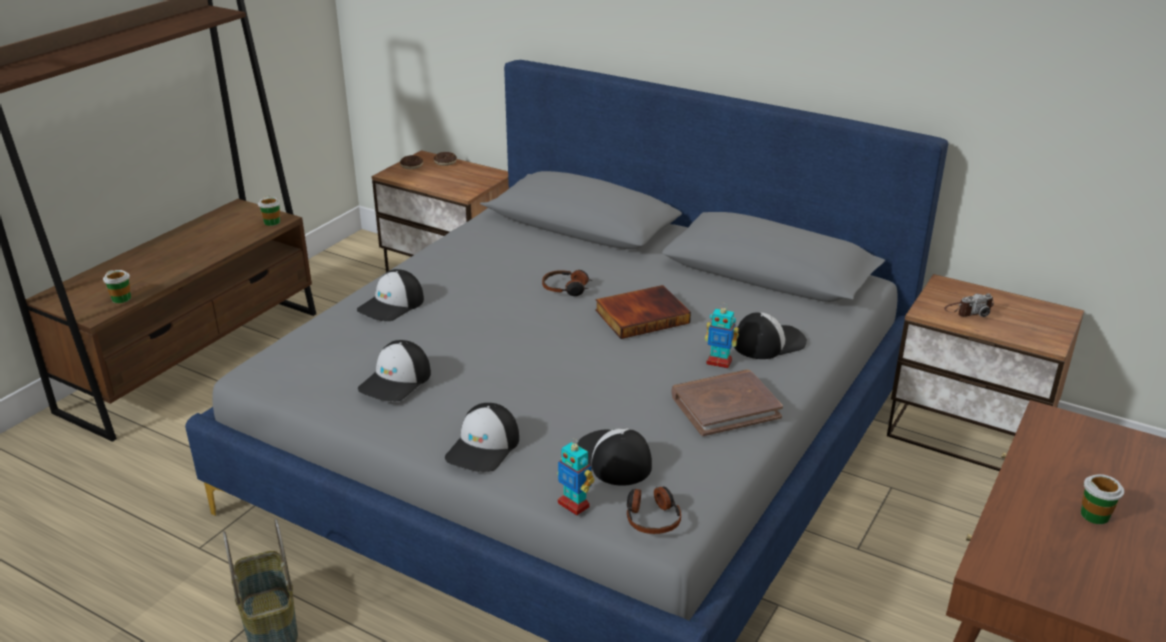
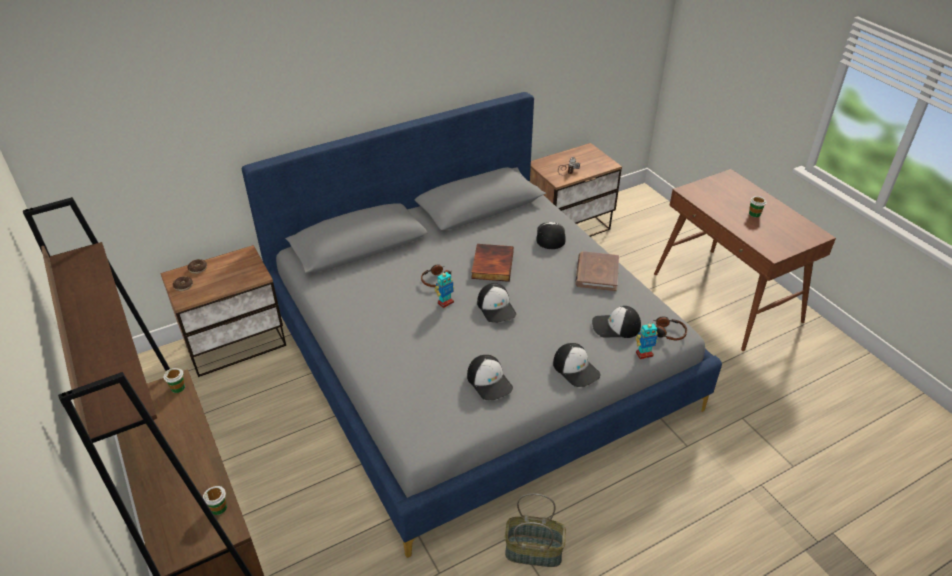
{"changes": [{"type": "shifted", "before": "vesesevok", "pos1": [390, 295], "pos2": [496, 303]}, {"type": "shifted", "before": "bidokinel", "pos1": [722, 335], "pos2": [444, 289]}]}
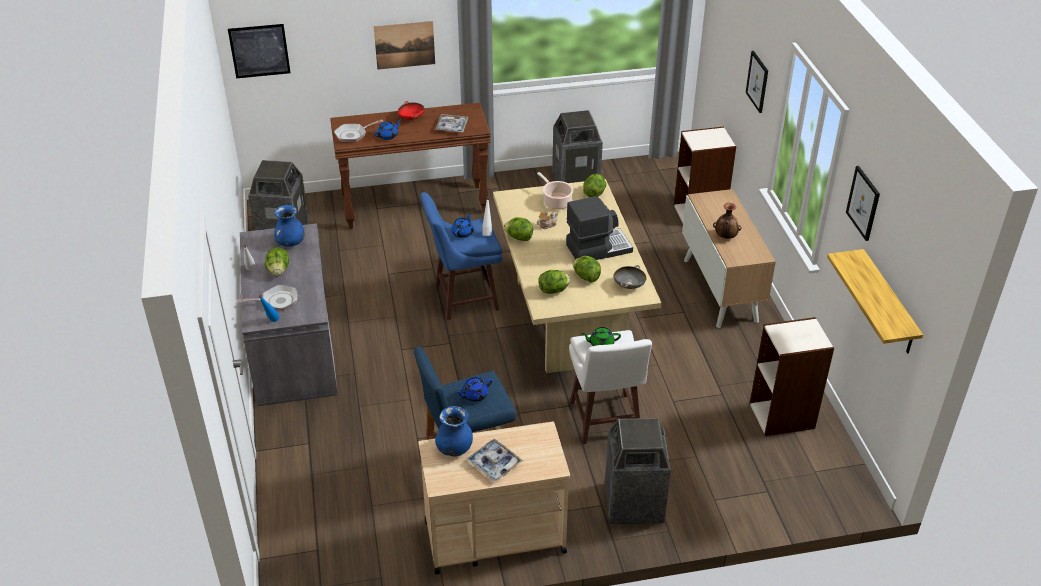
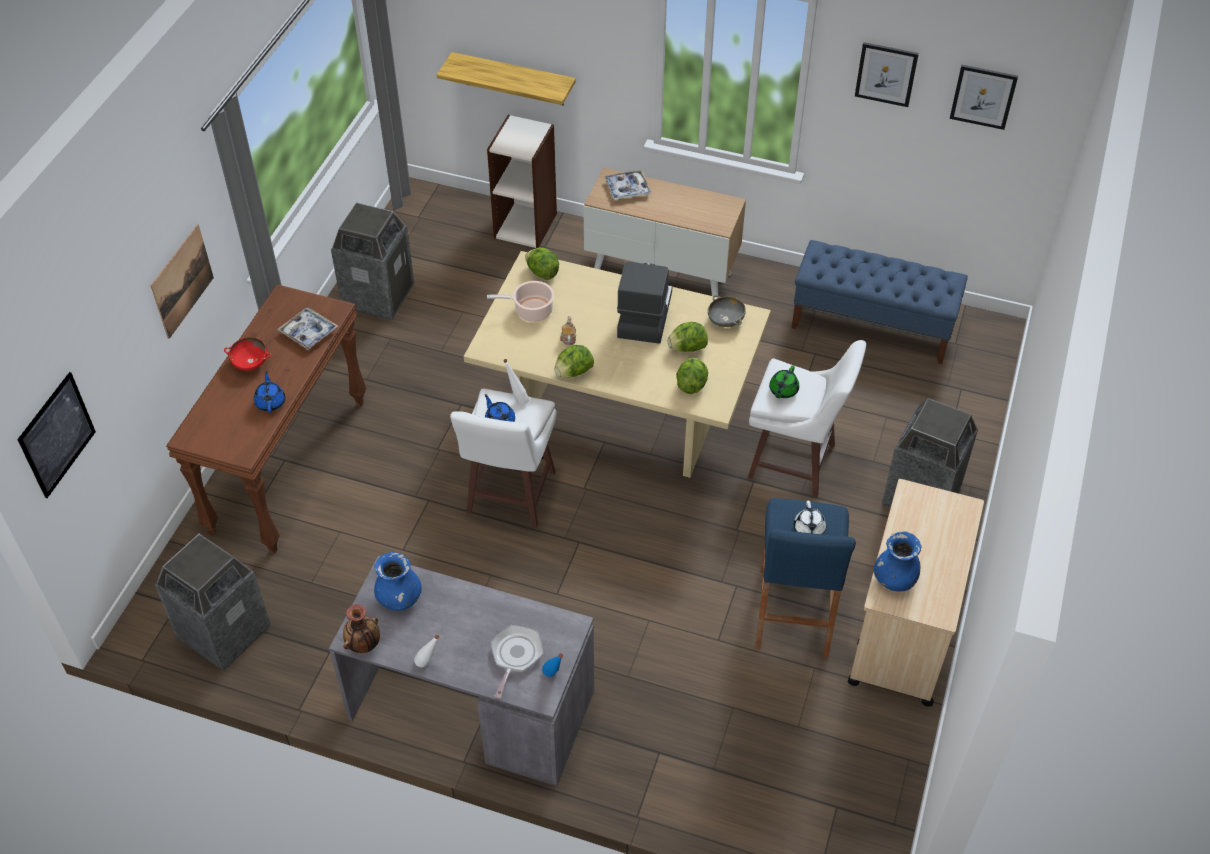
{"changes": [{"type": "shifted", "before": "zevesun", "pos1": [757, 82], "pos2": [984, 97]}, {"type": "gone", "before": "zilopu", "pos1": [358, 130]}, {"type": "repainted", "before": "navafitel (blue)", "after": "navafitel (white)", "pos1": [461, 256], "pos2": [503, 458]}, {"type": "shifted", "before": "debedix", "pos1": [727, 221], "pos2": [361, 628]}, {"type": "gone", "before": "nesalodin", "pos1": [277, 261]}, {"type": "shifted", "before": "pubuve", "pos1": [875, 301], "pos2": [506, 78]}, {"type": "swapped", "before": "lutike", "after": "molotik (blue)", "pos1": [792, 376], "pos2": [880, 302]}, {"type": "repainted", "before": "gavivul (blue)", "after": "gavivul (white)", "pos1": [473, 389], "pos2": [810, 518]}, {"type": "shifted", "before": "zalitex", "pos1": [494, 460], "pos2": [627, 185]}]}
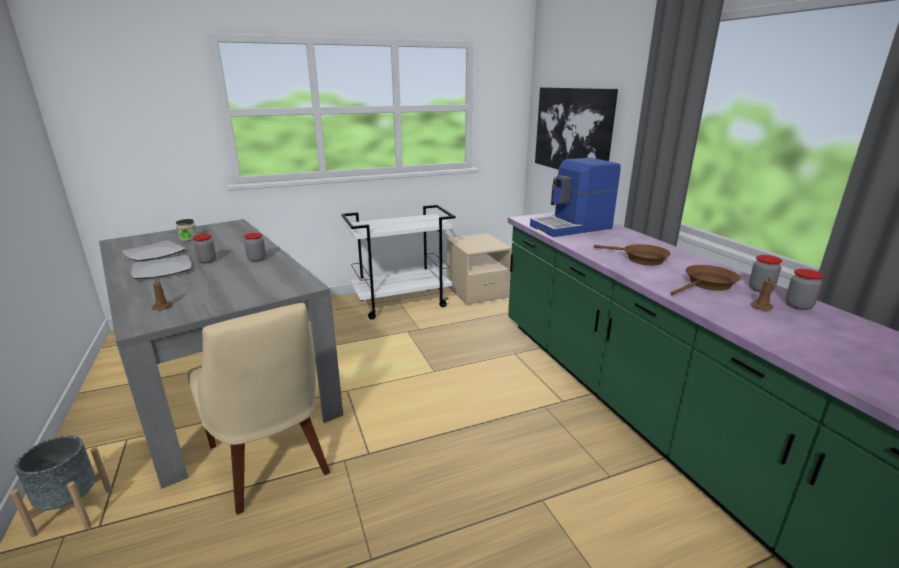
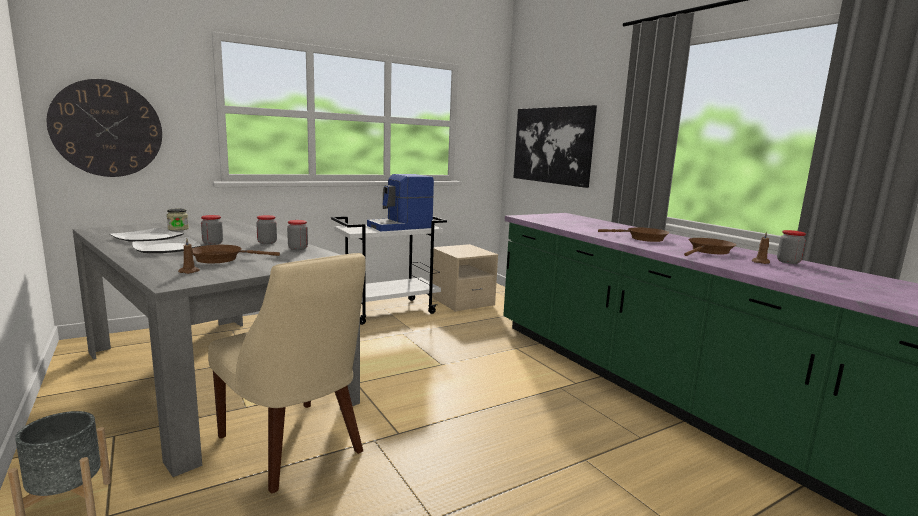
{"changes": [{"type": "shifted", "before": "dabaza", "pos1": [575, 197], "pos2": [400, 202]}, {"type": "shifted", "before": "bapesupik", "pos1": [765, 273], "pos2": [297, 235]}, {"type": "new", "after": "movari", "pos2": [104, 128]}, {"type": "new", "after": "zilopu (brown)", "pos2": [236, 254]}]}
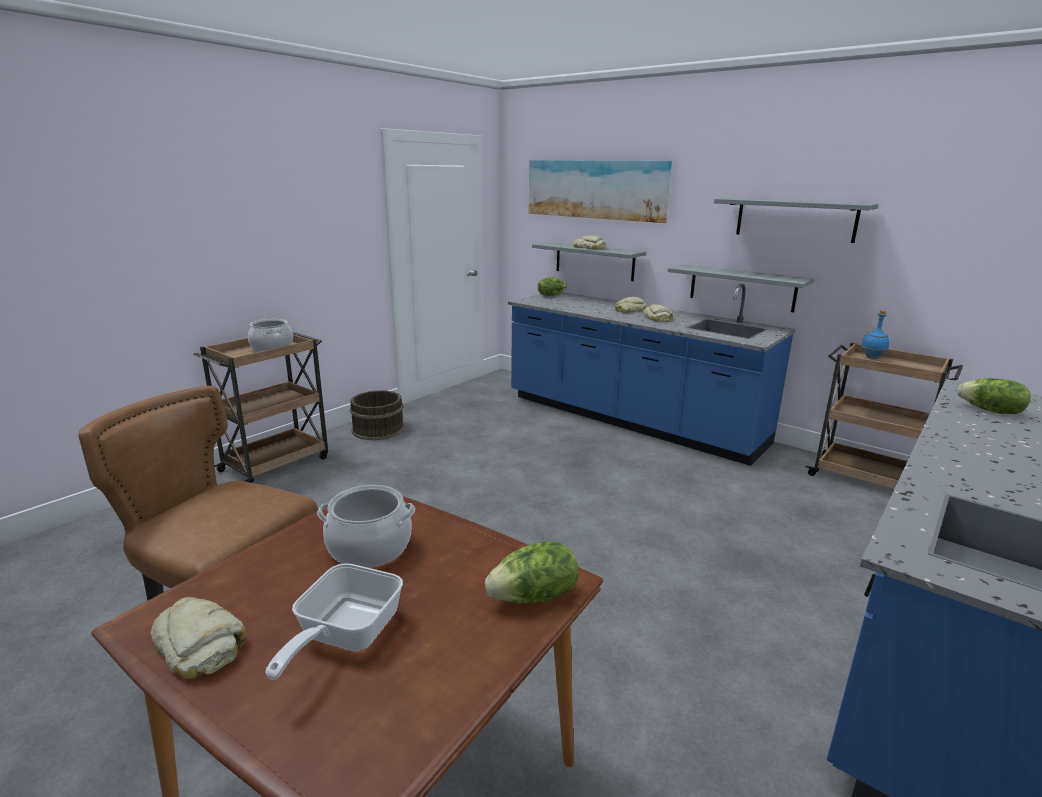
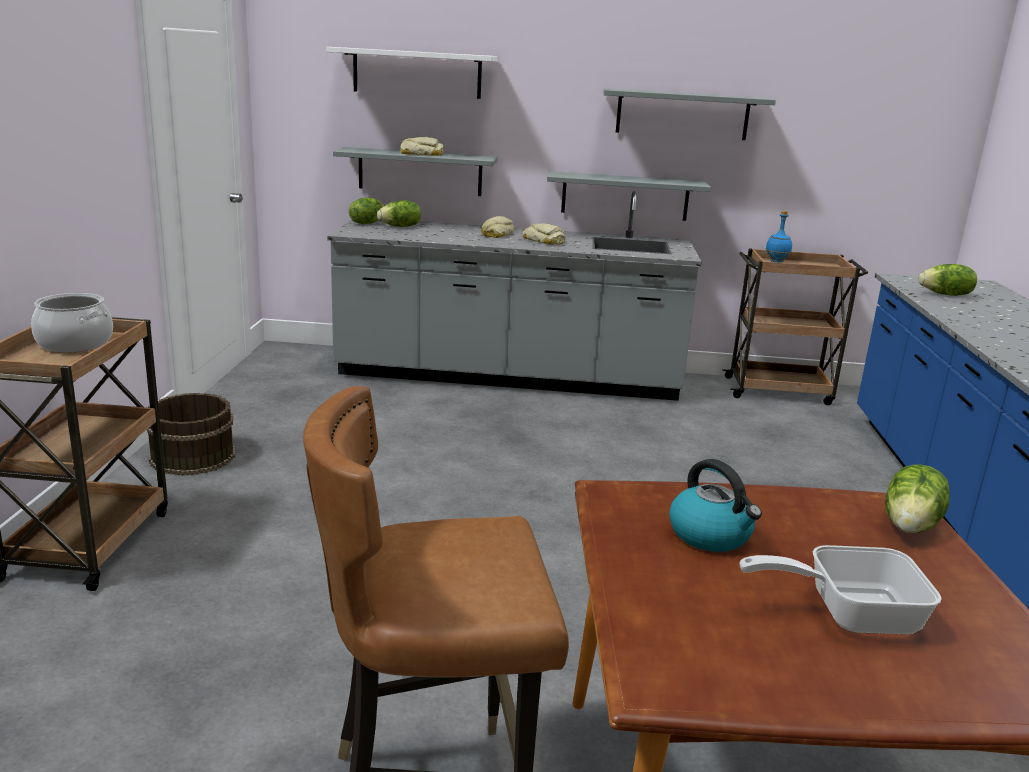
{"changes": [{"type": "swapped", "before": "zevesun", "after": "pubuve (white)", "pos1": [600, 191], "pos2": [412, 73]}, {"type": "repainted", "before": "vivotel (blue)", "after": "vivotel (grey)", "pos1": [652, 375], "pos2": [514, 296]}, {"type": "swapped", "before": "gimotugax", "after": "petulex", "pos1": [366, 526], "pos2": [715, 505]}, {"type": "rotated", "before": "zilopu", "pos1": [334, 621], "pos2": [841, 589], "turn": 105}, {"type": "gone", "before": "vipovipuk", "pos1": [198, 638]}, {"type": "new", "after": "nesalodin", "pos2": [399, 214]}]}
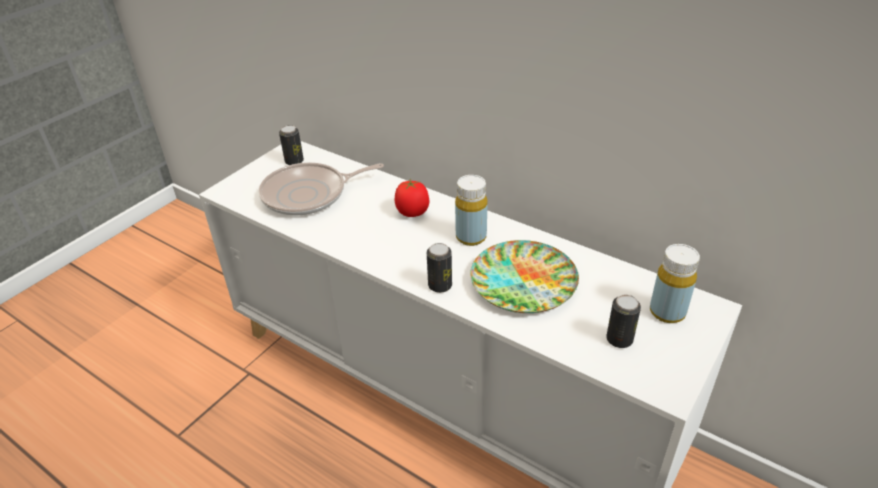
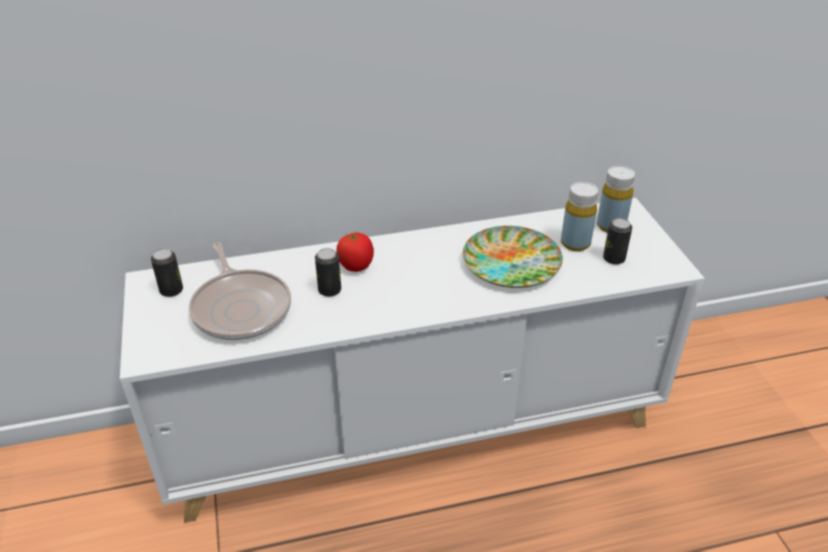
{"changes": [{"type": "rotated", "before": "zilopu", "pos1": [321, 189], "pos2": [240, 291], "turn": -45}, {"type": "shifted", "before": "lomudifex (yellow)", "pos1": [471, 210], "pos2": [579, 216]}, {"type": "shifted", "before": "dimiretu", "pos1": [439, 268], "pos2": [328, 272]}]}
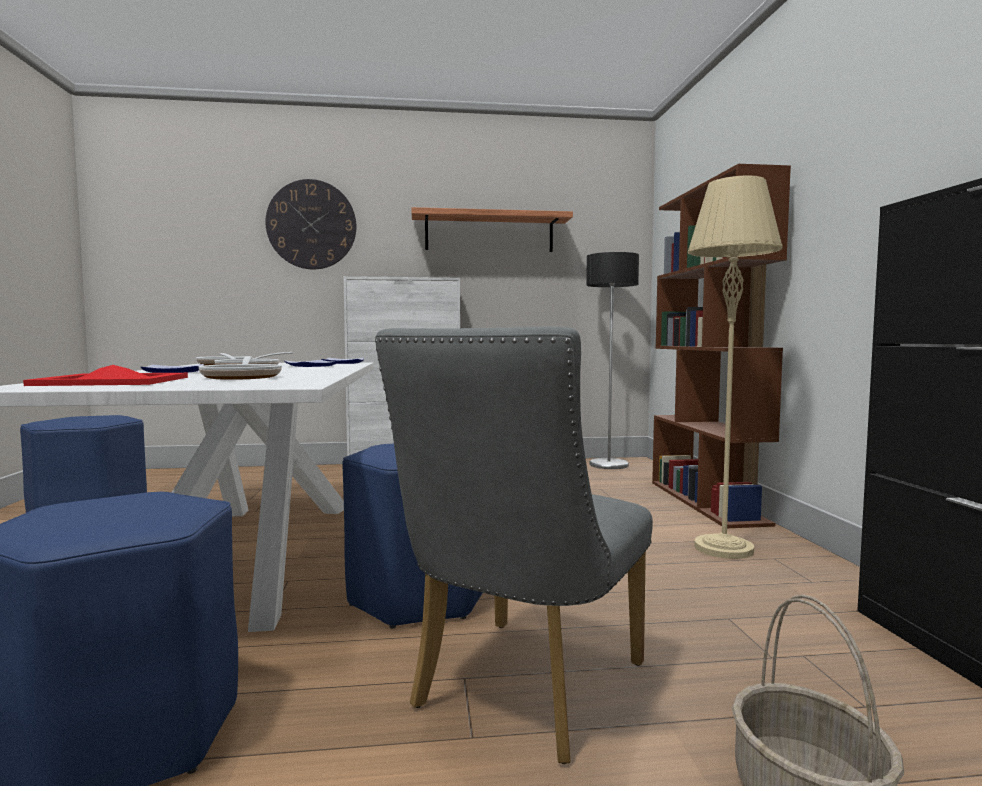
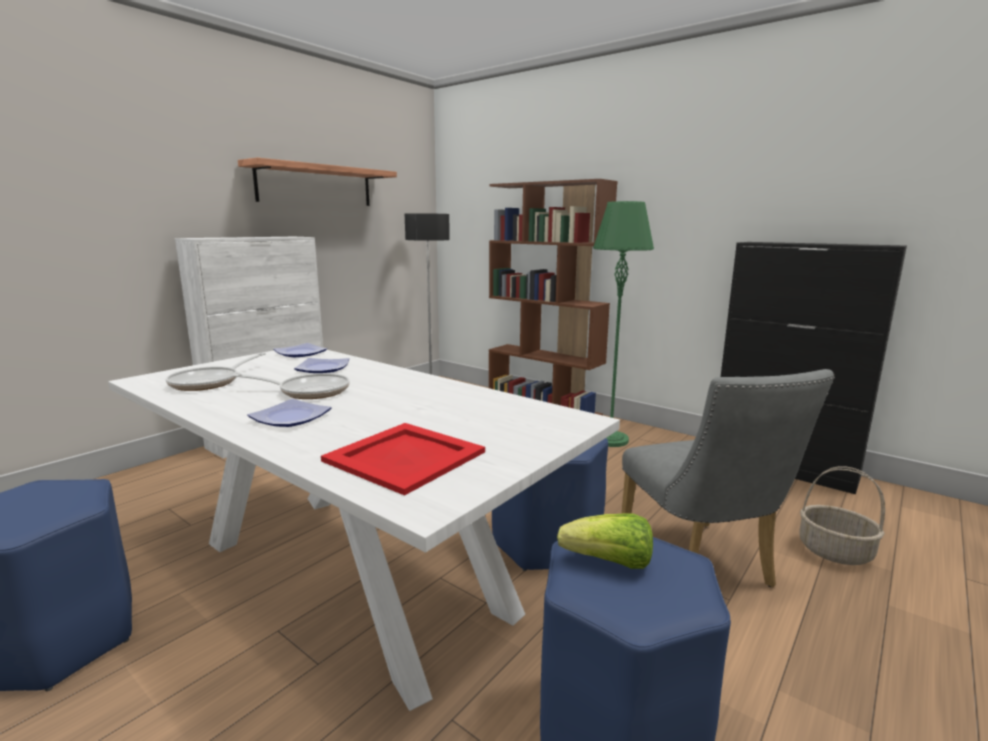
{"changes": [{"type": "repainted", "before": "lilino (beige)", "after": "lilino (green)", "pos1": [735, 367], "pos2": [623, 324]}, {"type": "gone", "before": "movari", "pos1": [310, 224]}, {"type": "gone", "before": "zilopu", "pos1": [240, 368]}, {"type": "new", "after": "nesalodin", "pos2": [605, 541]}]}
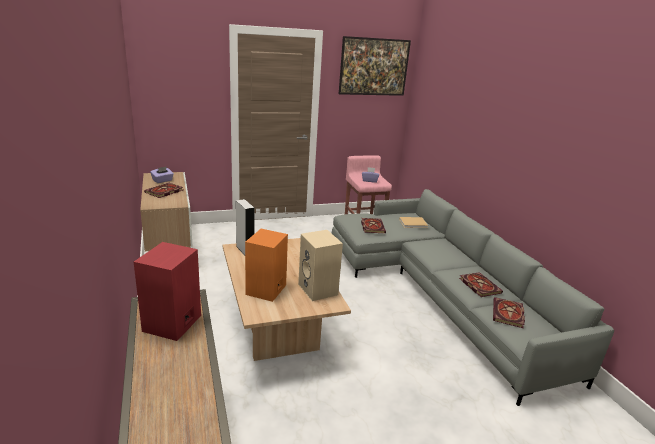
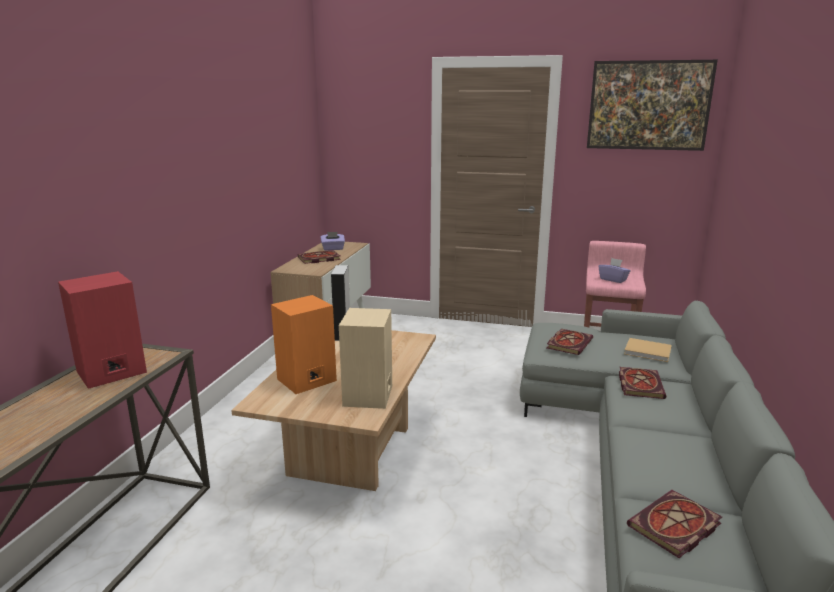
{"changes": [{"type": "shifted", "before": "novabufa", "pos1": [481, 284], "pos2": [642, 383]}]}
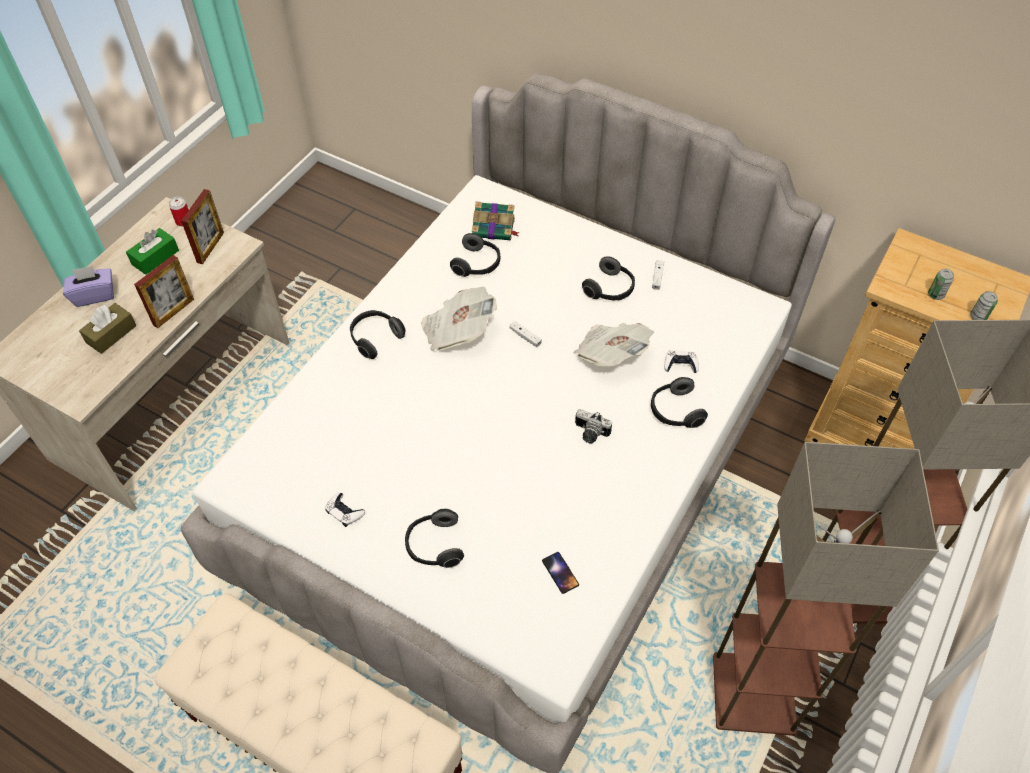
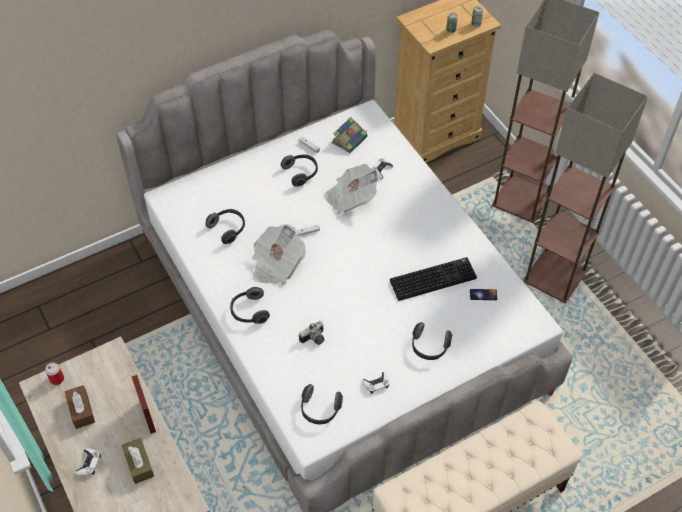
{"changes": [{"type": "gone", "before": "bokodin", "pos1": [202, 226]}, {"type": "shifted", "before": "novabufa", "pos1": [496, 221], "pos2": [349, 135]}, {"type": "repainted", "before": "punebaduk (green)", "after": "punebaduk (brown)", "pos1": [152, 251], "pos2": [80, 407]}, {"type": "swapped", "before": "punebaduk (purple)", "after": "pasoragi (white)", "pos1": [88, 286], "pos2": [88, 461]}, {"type": "shifted", "before": "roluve", "pos1": [679, 402], "pos2": [322, 404]}, {"type": "shifted", "before": "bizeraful", "pos1": [593, 426], "pos2": [311, 333]}, {"type": "new", "after": "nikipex", "pos2": [433, 279]}]}
